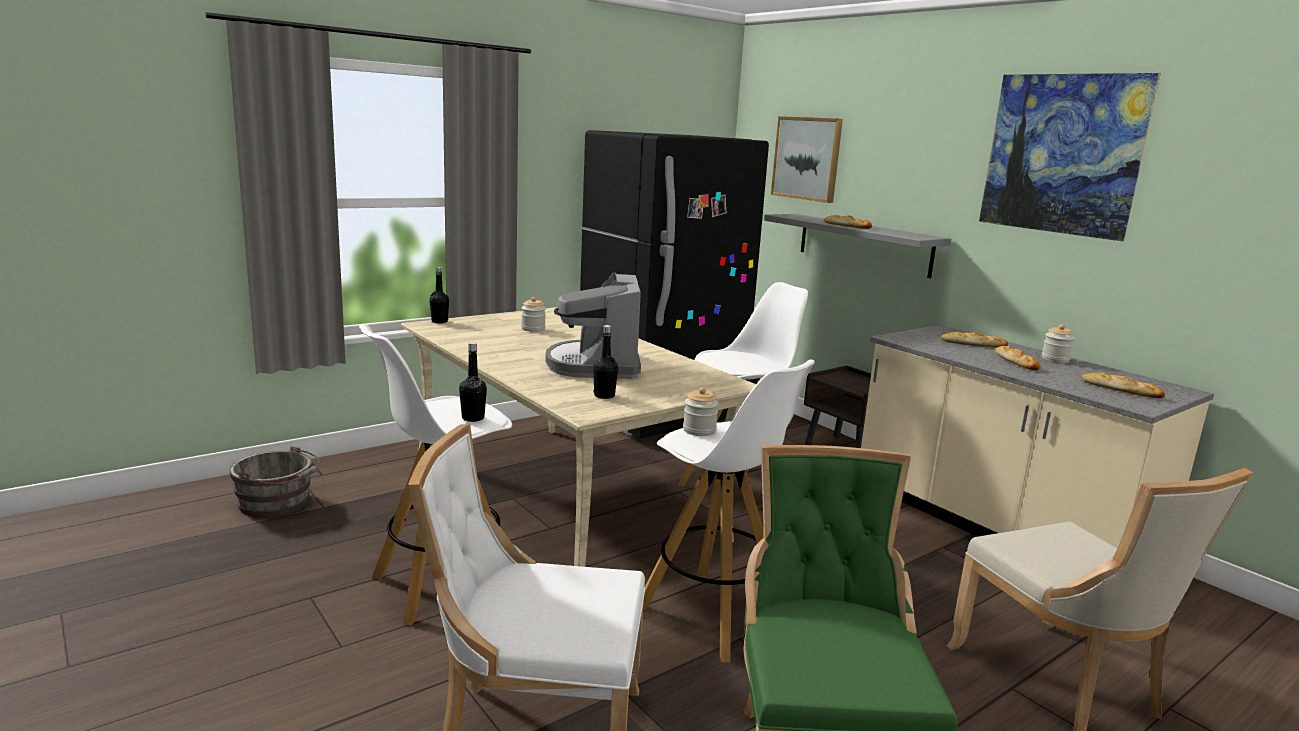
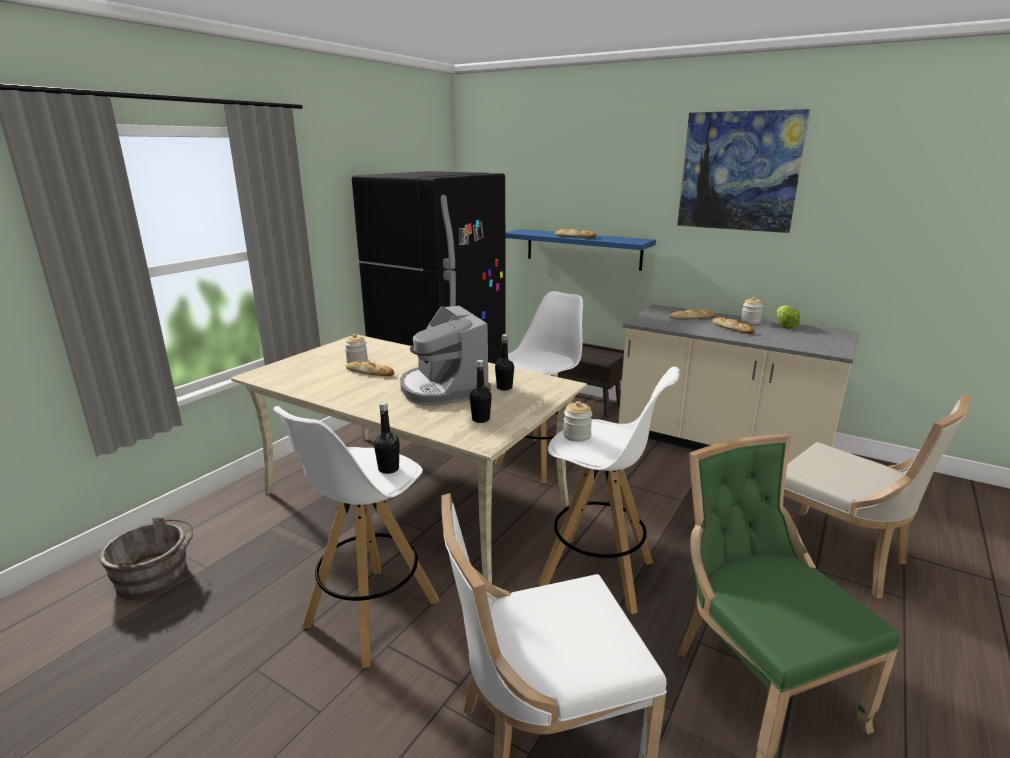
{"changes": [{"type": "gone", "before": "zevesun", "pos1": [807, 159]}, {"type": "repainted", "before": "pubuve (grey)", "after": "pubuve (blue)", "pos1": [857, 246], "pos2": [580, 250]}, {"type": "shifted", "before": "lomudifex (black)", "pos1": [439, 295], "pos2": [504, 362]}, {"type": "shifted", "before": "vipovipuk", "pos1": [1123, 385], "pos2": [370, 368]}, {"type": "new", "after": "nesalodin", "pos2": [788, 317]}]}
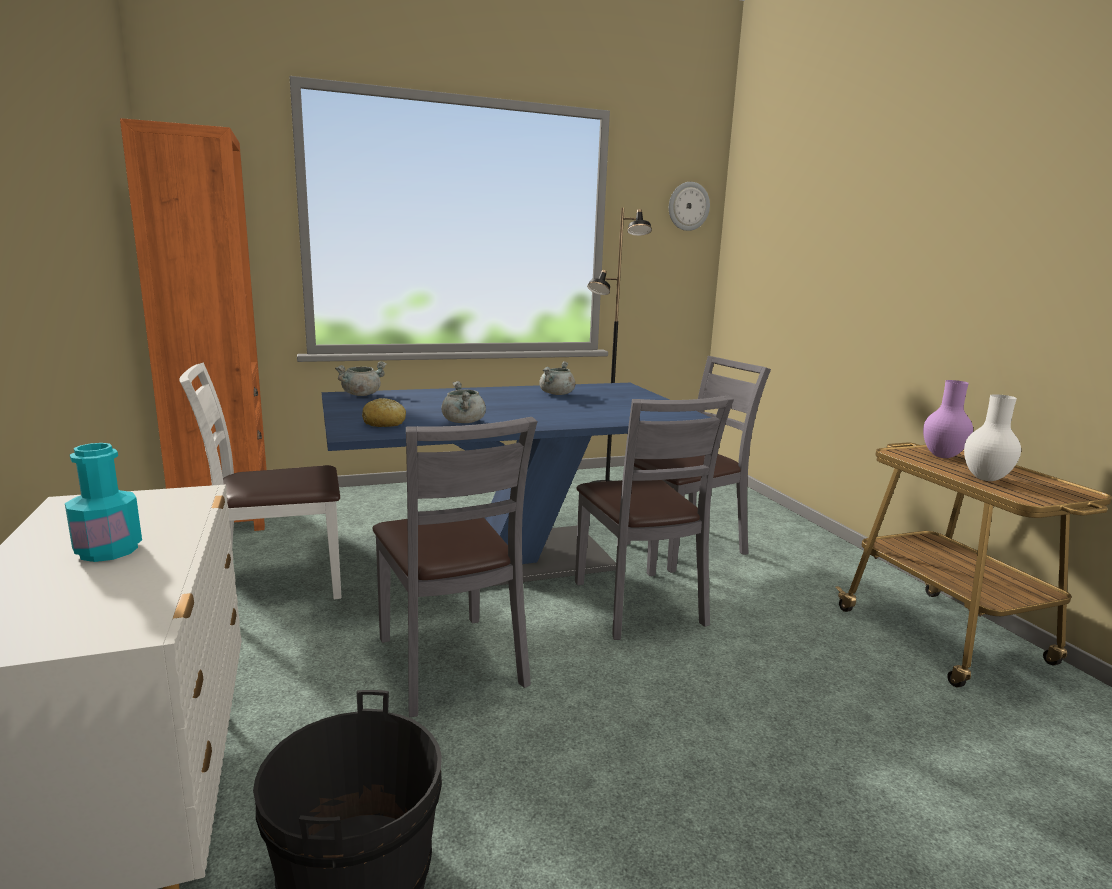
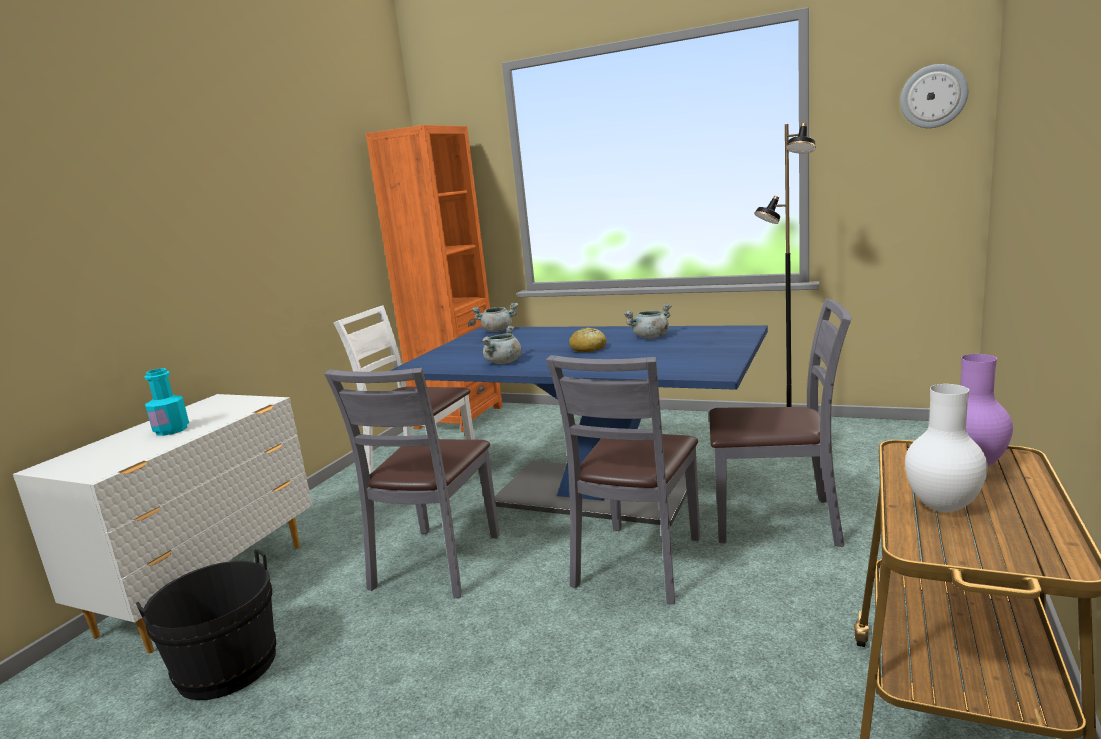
{"changes": [{"type": "shifted", "before": "vipovipuk", "pos1": [384, 412], "pos2": [588, 340]}]}
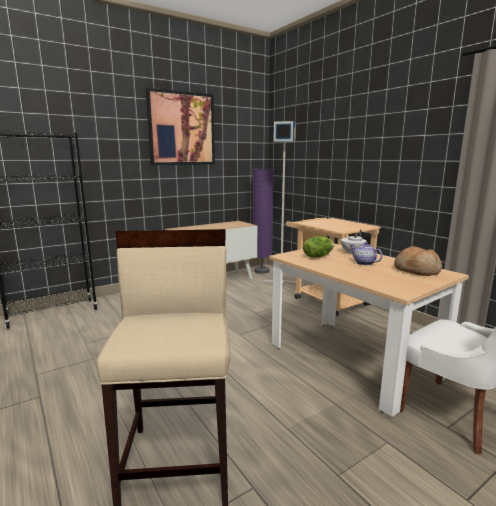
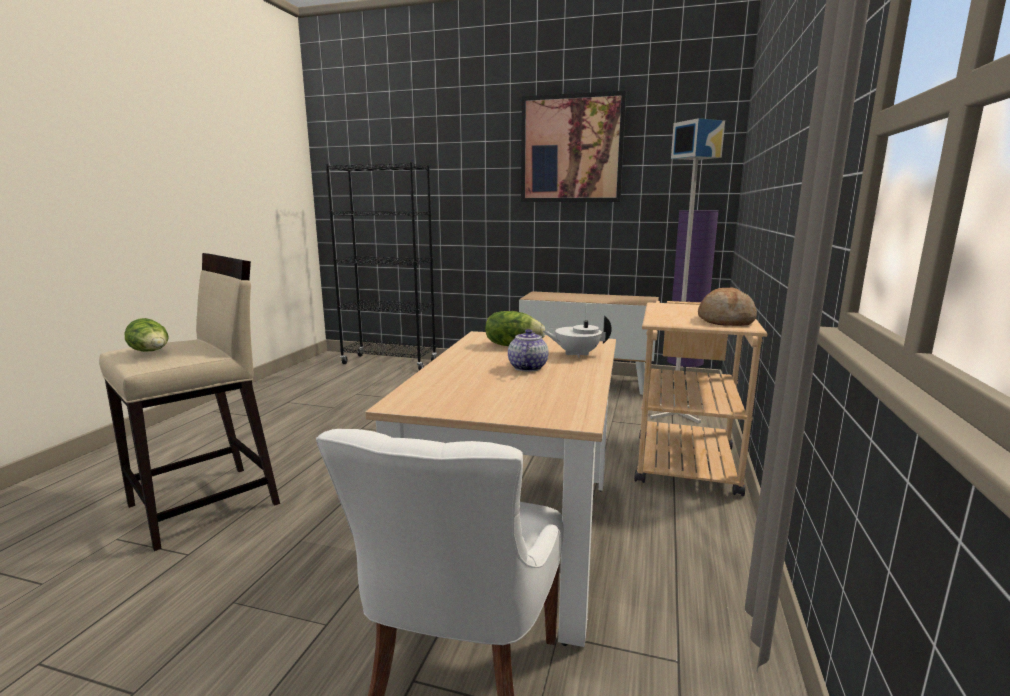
{"changes": [{"type": "shifted", "before": "vipovipuk", "pos1": [418, 261], "pos2": [727, 307]}, {"type": "new", "after": "nesalodin", "pos2": [146, 335]}]}
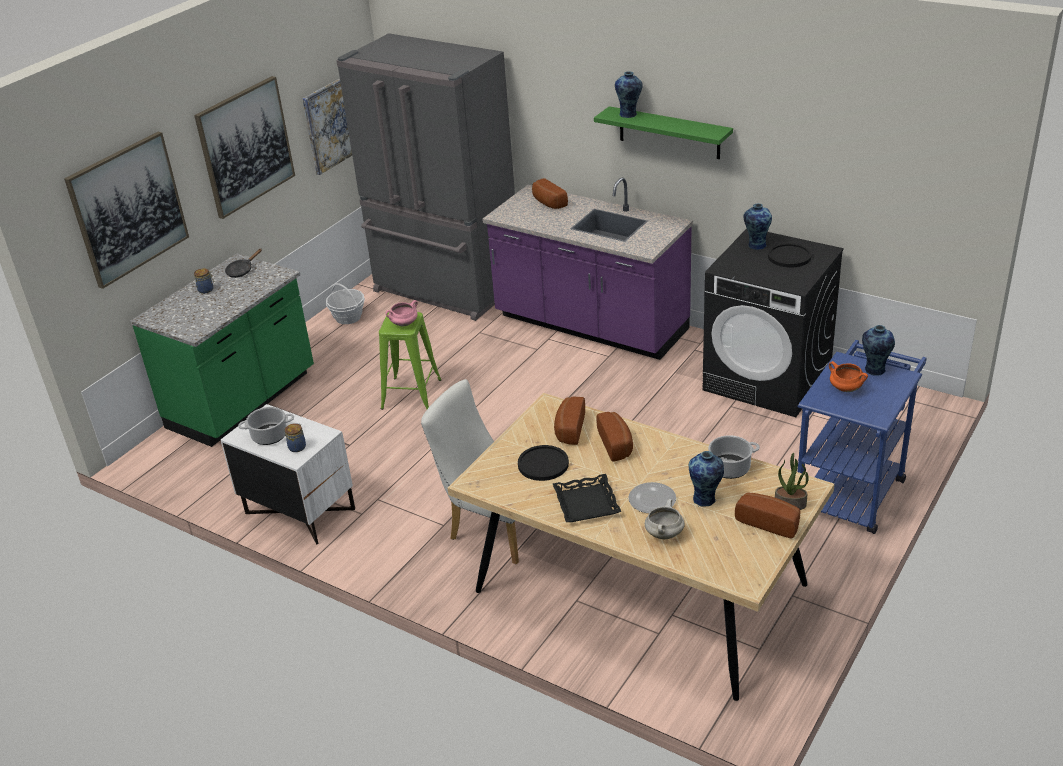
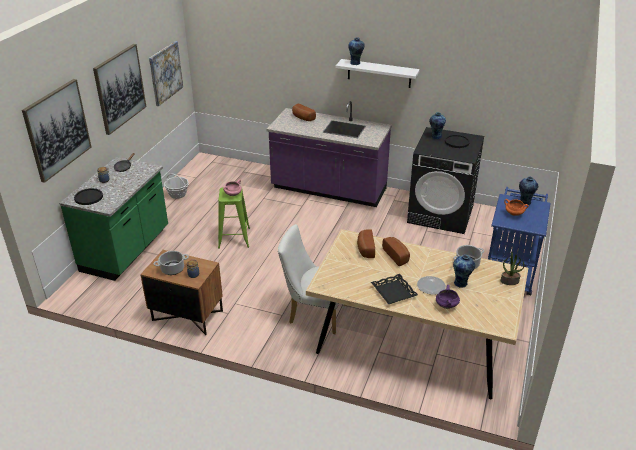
{"changes": [{"type": "gone", "before": "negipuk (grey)", "pos1": [425, 177]}, {"type": "repainted", "before": "pubuve (green)", "after": "pubuve (white)", "pos1": [663, 132], "pos2": [378, 73]}, {"type": "repainted", "before": "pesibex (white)", "after": "pesibex (brown)", "pos1": [288, 474], "pos2": [181, 292]}, {"type": "shifted", "before": "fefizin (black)", "pos1": [543, 463], "pos2": [88, 196]}, {"type": "gone", "before": "vipovipuk", "pos1": [768, 515]}, {"type": "repainted", "before": "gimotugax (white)", "after": "gimotugax (purple)", "pos1": [665, 519], "pos2": [448, 297]}]}
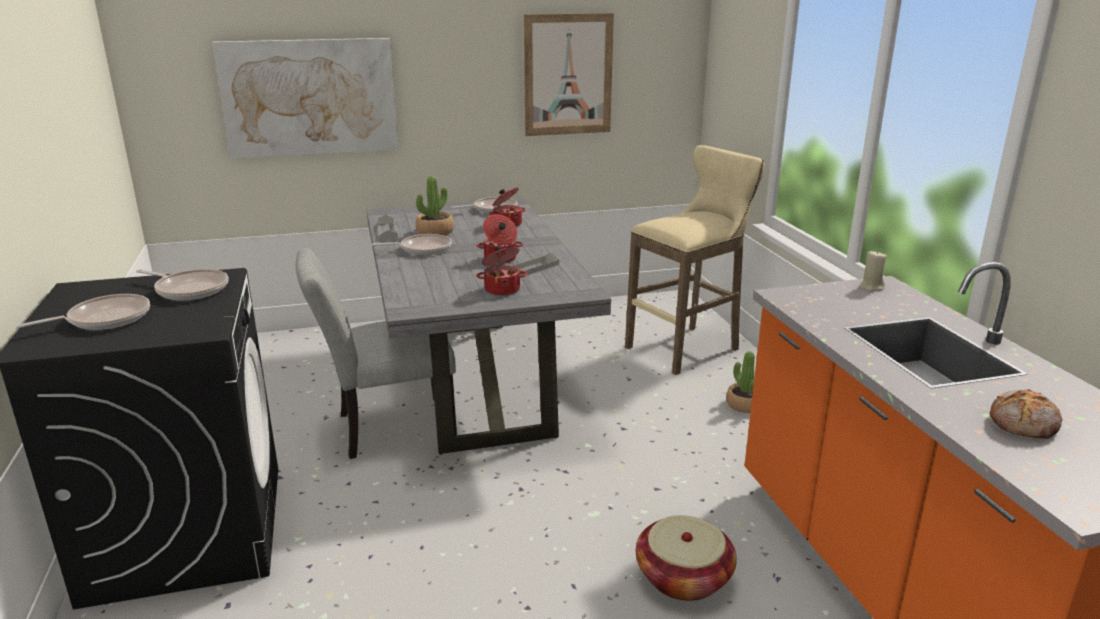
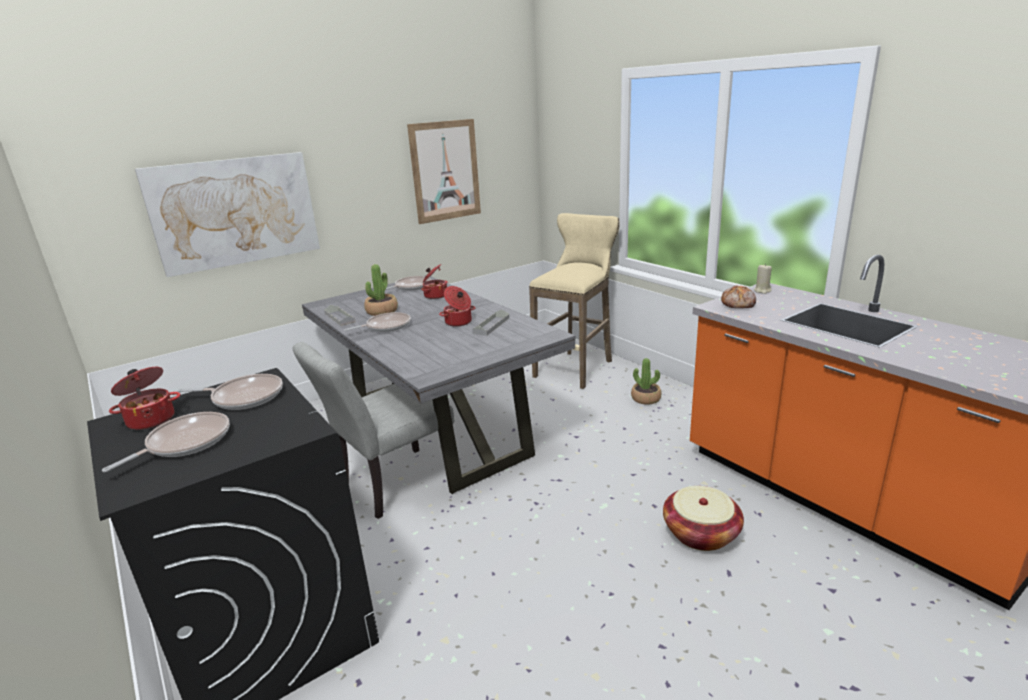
{"changes": [{"type": "shifted", "before": "gimotugax", "pos1": [501, 271], "pos2": [144, 398]}, {"type": "shifted", "before": "vipovipuk", "pos1": [1026, 414], "pos2": [738, 296]}]}
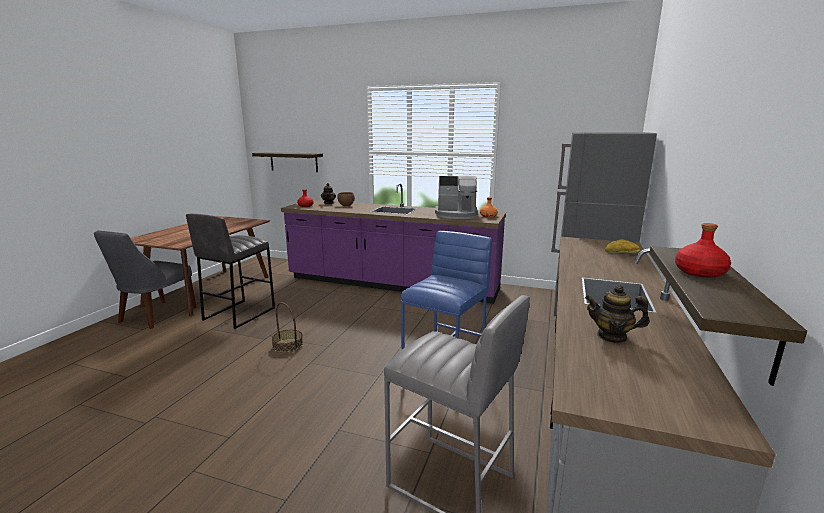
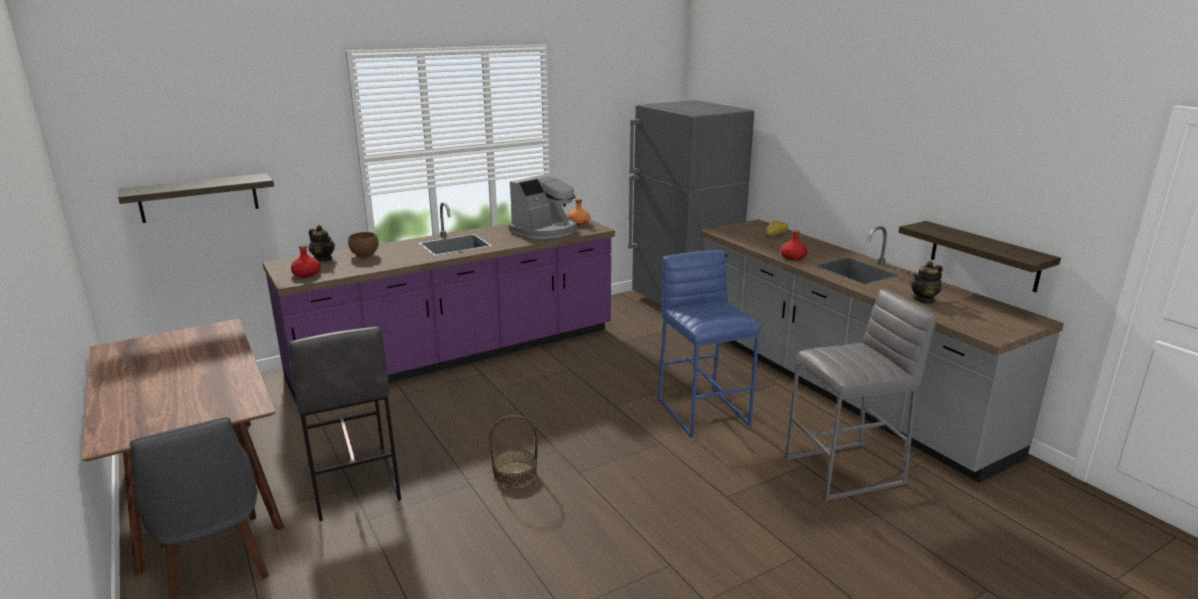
{"changes": [{"type": "shifted", "before": "lomudifex (red)", "pos1": [703, 250], "pos2": [794, 245]}]}
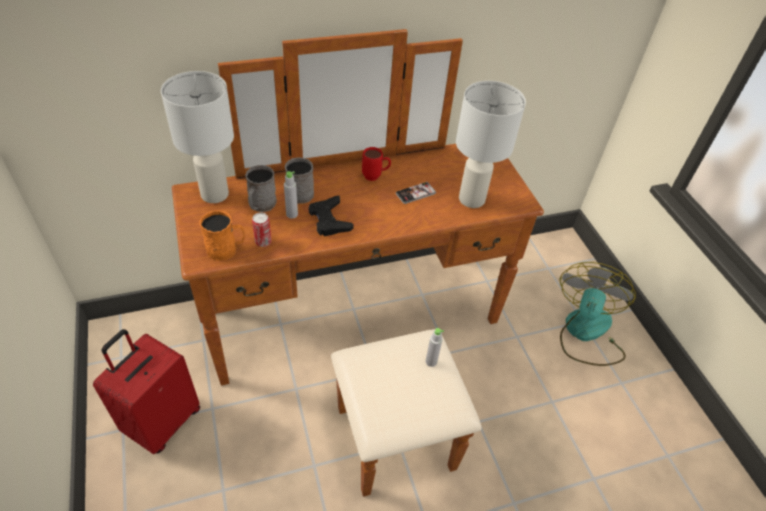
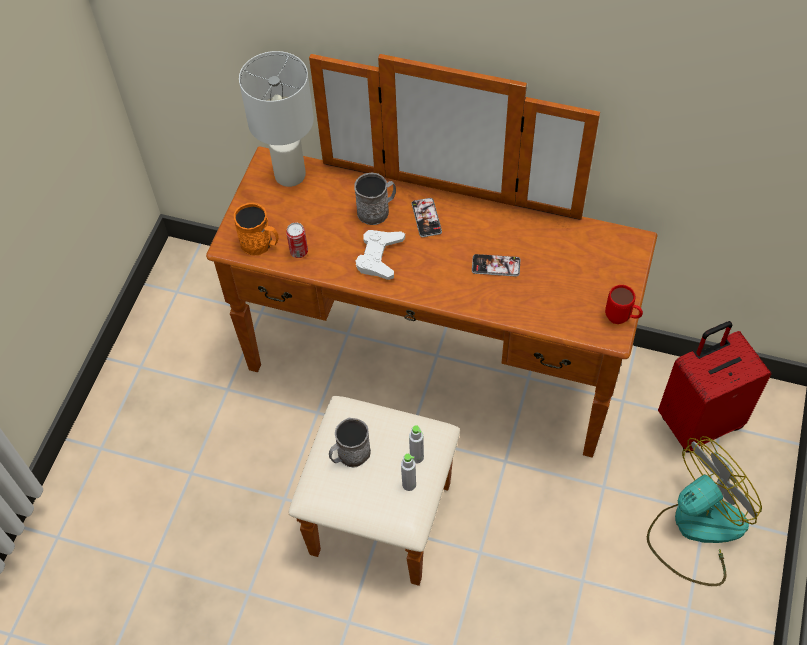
{"changes": [{"type": "gone", "before": "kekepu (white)", "pos1": [491, 144]}, {"type": "shifted", "before": "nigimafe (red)", "pos1": [376, 164], "pos2": [624, 304]}, {"type": "shifted", "before": "nigimafe (grey)", "pos1": [261, 188], "pos2": [350, 443]}, {"type": "shifted", "before": "lomudifex (grey)", "pos1": [291, 195], "pos2": [408, 472]}, {"type": "repainted", "before": "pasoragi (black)", "after": "pasoragi (white)", "pos1": [331, 216], "pos2": [380, 255]}, {"type": "shifted", "before": "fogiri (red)", "pos1": [146, 391], "pos2": [714, 387]}, {"type": "new", "after": "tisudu", "pos2": [426, 217]}]}
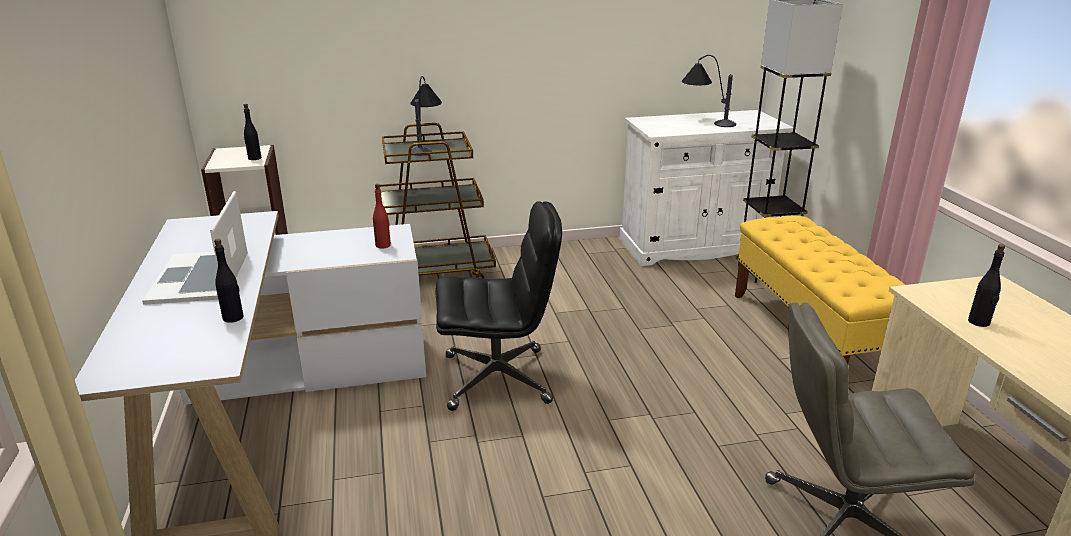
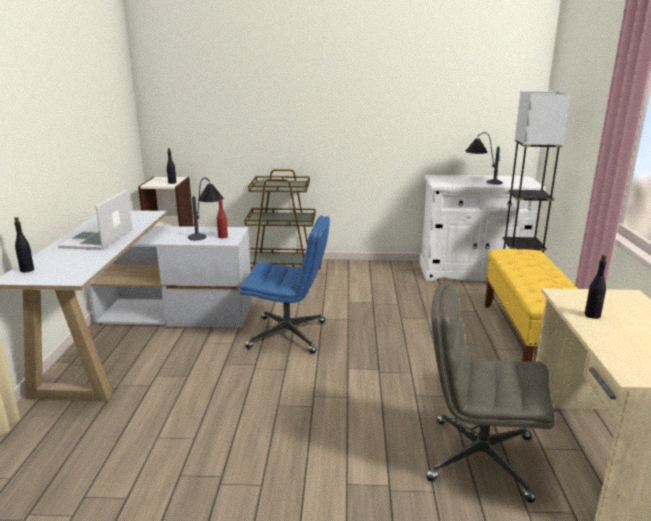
{"changes": [{"type": "shifted", "before": "kekepu", "pos1": [426, 116], "pos2": [205, 209]}, {"type": "repainted", "before": "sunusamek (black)", "after": "sunusamek (blue)", "pos1": [498, 306], "pos2": [285, 285]}, {"type": "shifted", "before": "lomudifex (black)", "pos1": [229, 281], "pos2": [24, 244]}]}
